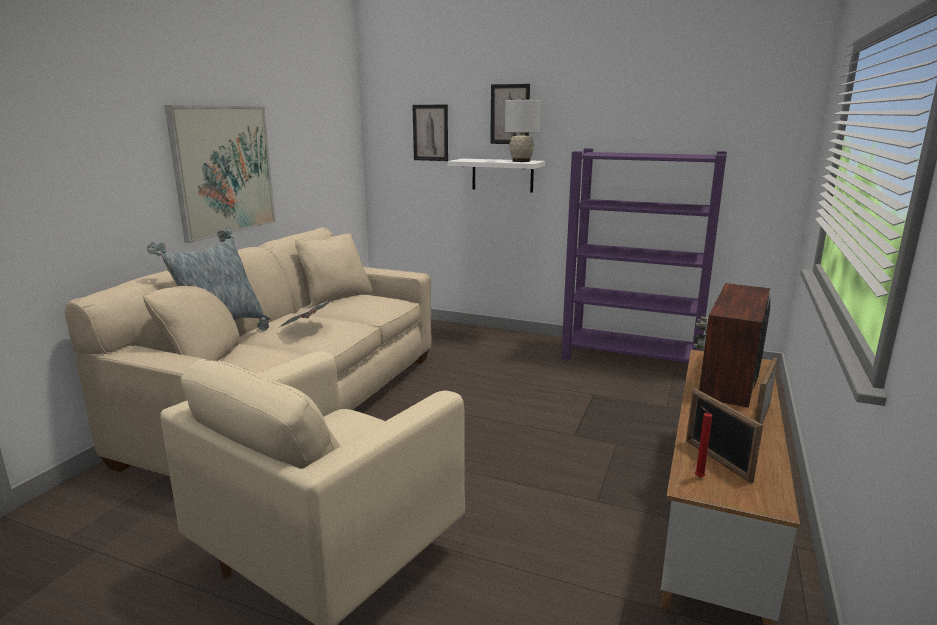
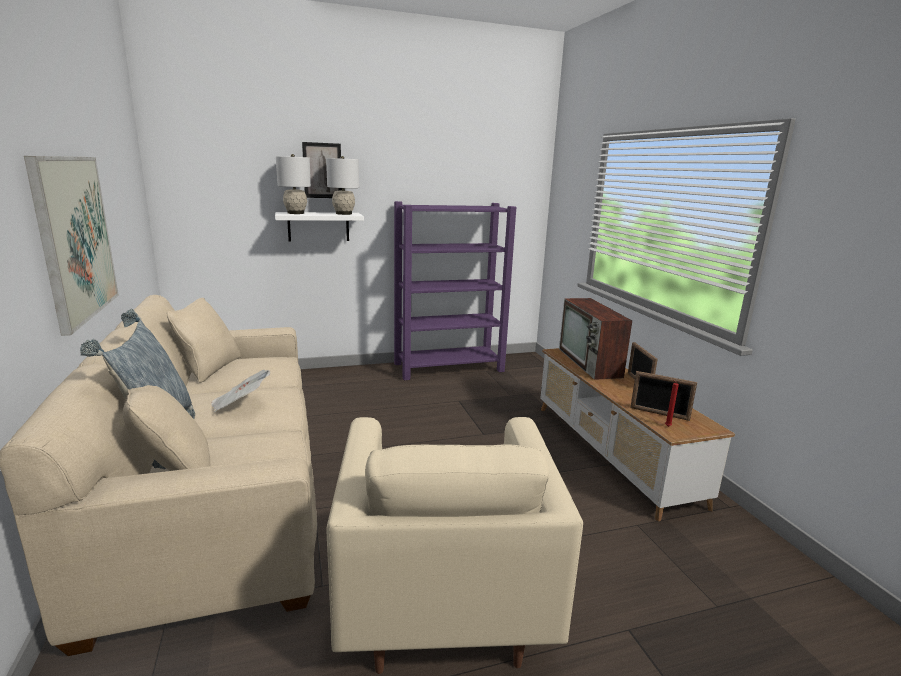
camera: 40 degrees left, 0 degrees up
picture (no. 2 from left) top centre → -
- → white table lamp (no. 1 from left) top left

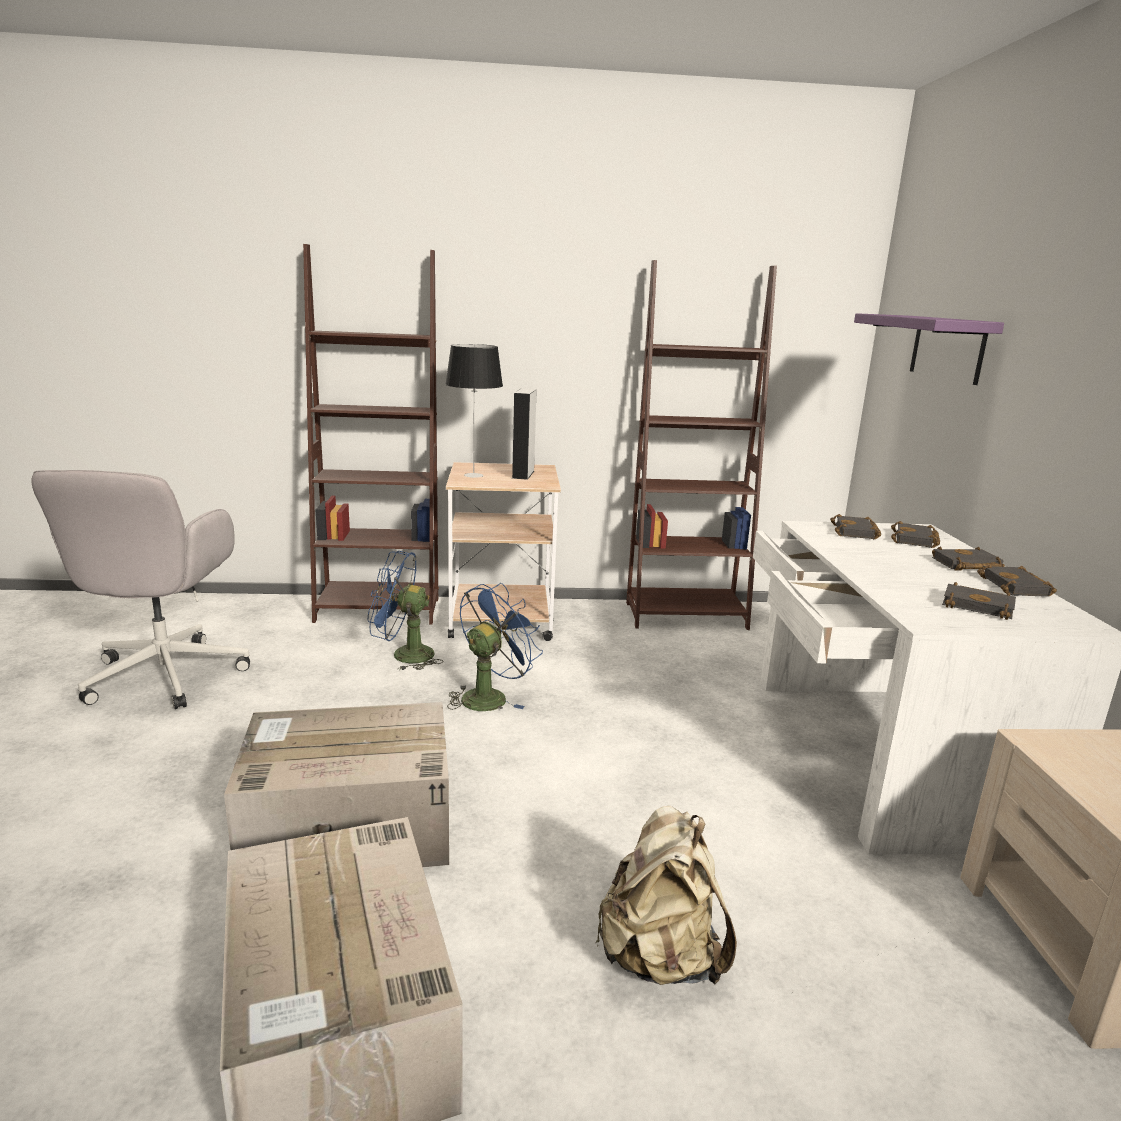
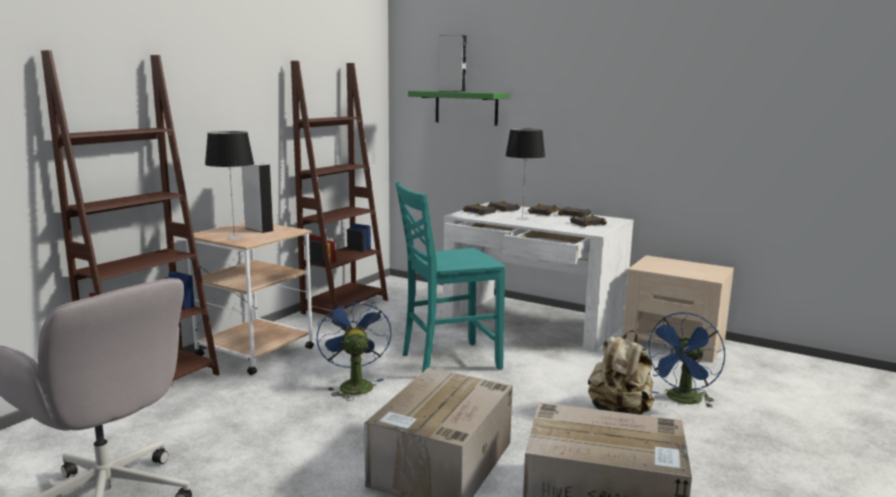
camera: 55 degrees left, 5 degrees down
purple shelf top right → green shelf top centre
blue fan (no. 1 from left in the first image) centre → blue fan (no. 2 from left) bottom right, shifted
- → grey speaker (no. 2 from left) top centre
- → table lamp (no. 2 from left) centre
- → turquoise chair centre

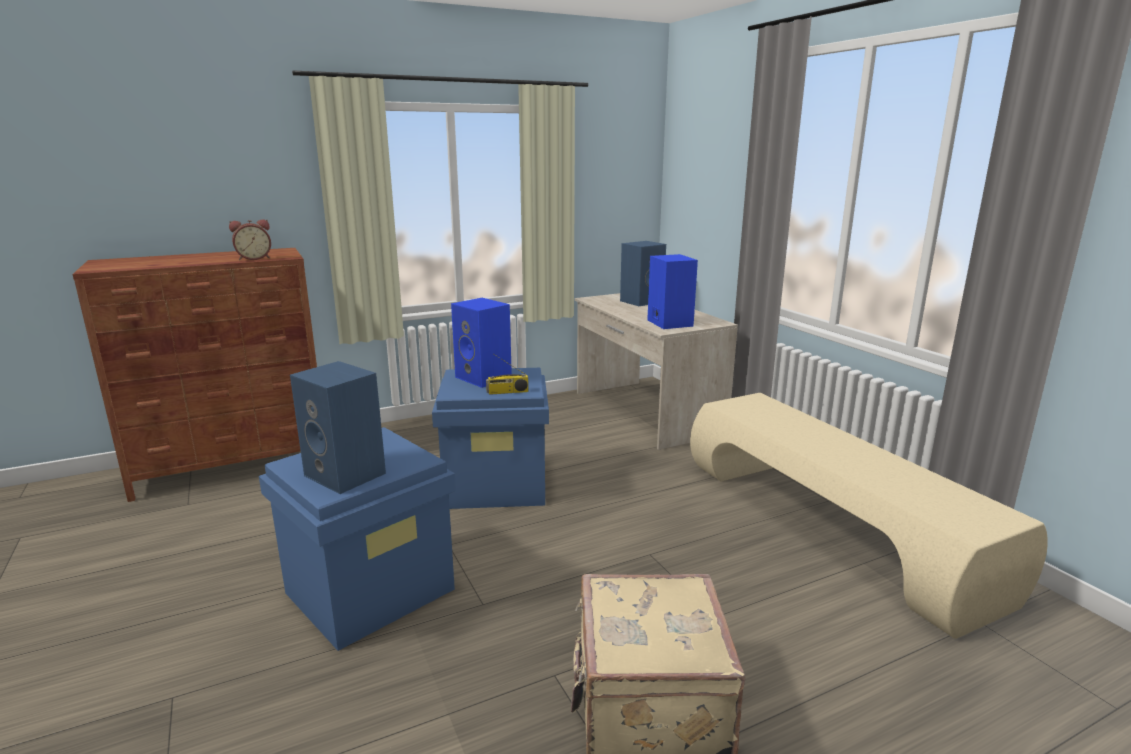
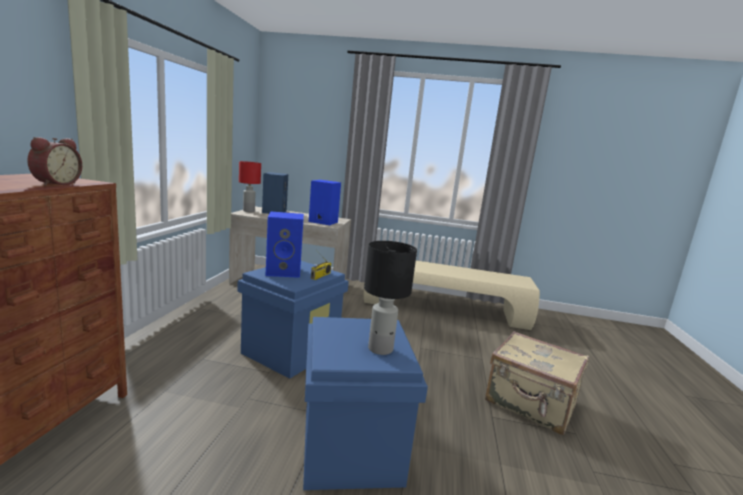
camera: 55 degrees left, 5 degrees down
blue speaker (no. 1 from left) middle left → black table lamp centre
- → red table lamp centre

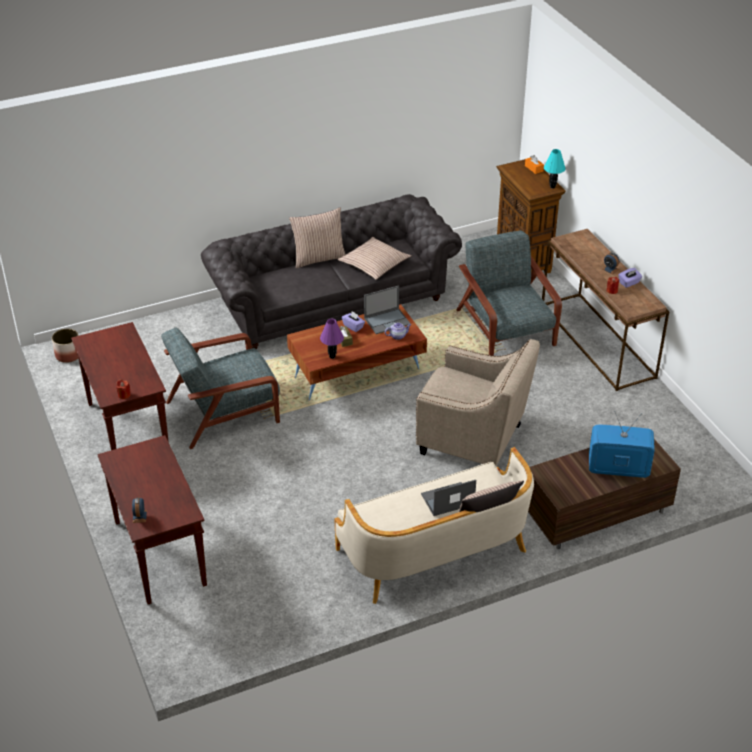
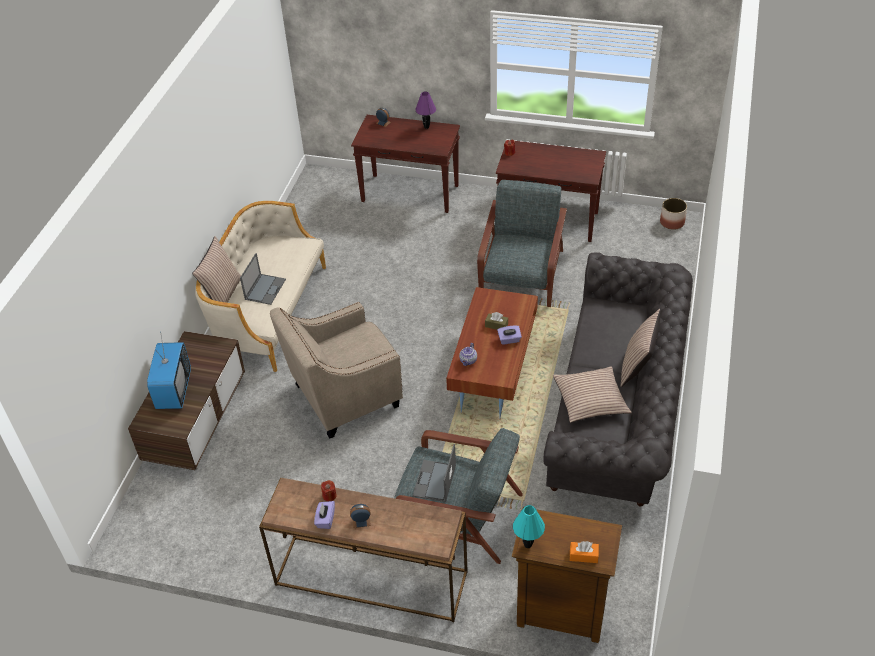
camera: 130 degrees right, 5 degrees up
laptop (no. 1 from left in the first image) centre → laptop (no. 2 from left) bottom centre, shifted
purple table lamp centre → purple table lamp top centre, shifted
television middle right → television middle left, 45 degrees counterclockwise

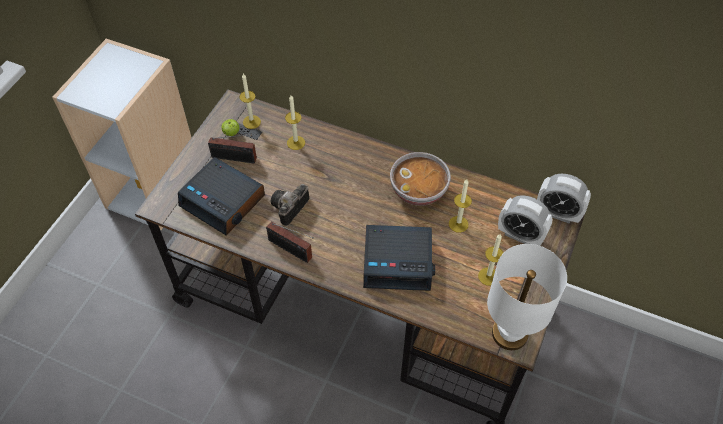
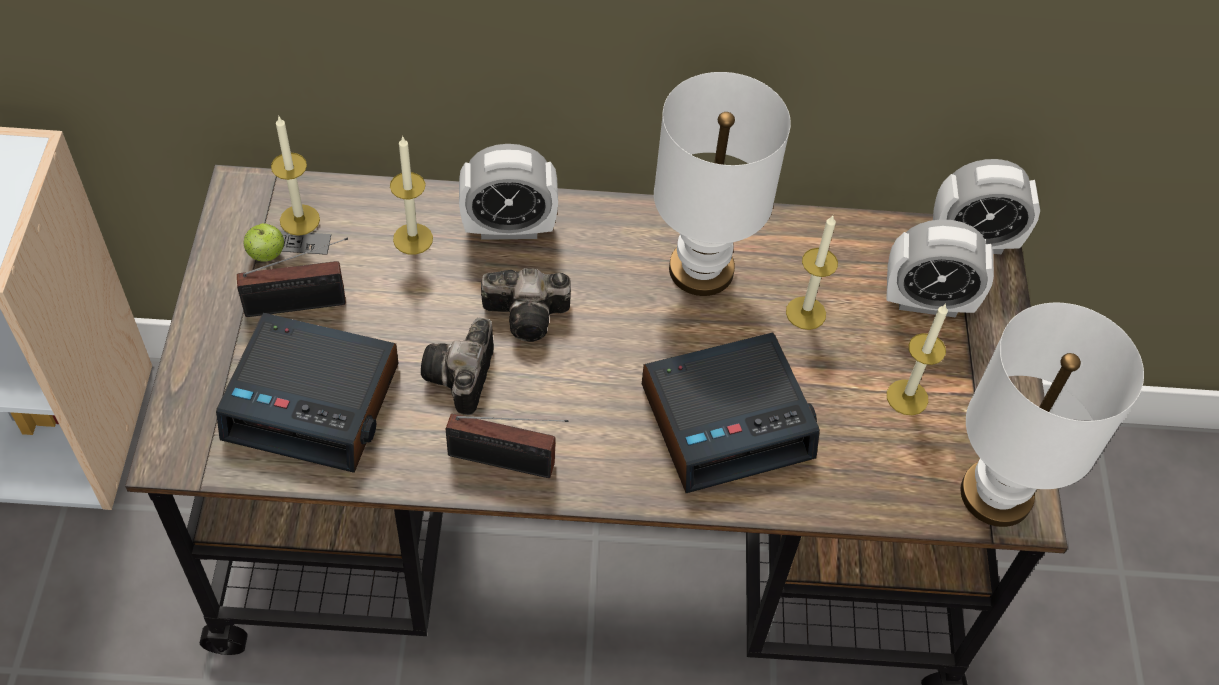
camera: 25 degrees left, 0 degrees up
bowl centre → white table lamp (no. 1 from left) top centre
- → alarm clock (no. 2 from left) top centre
- → photo camera (no. 2 from left) centre

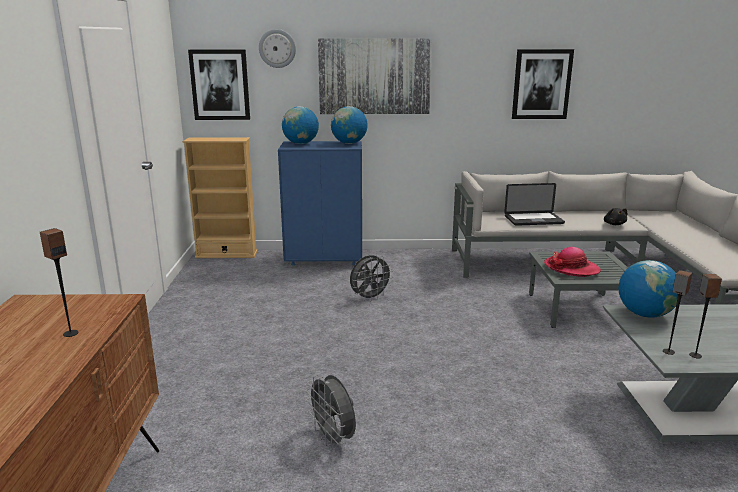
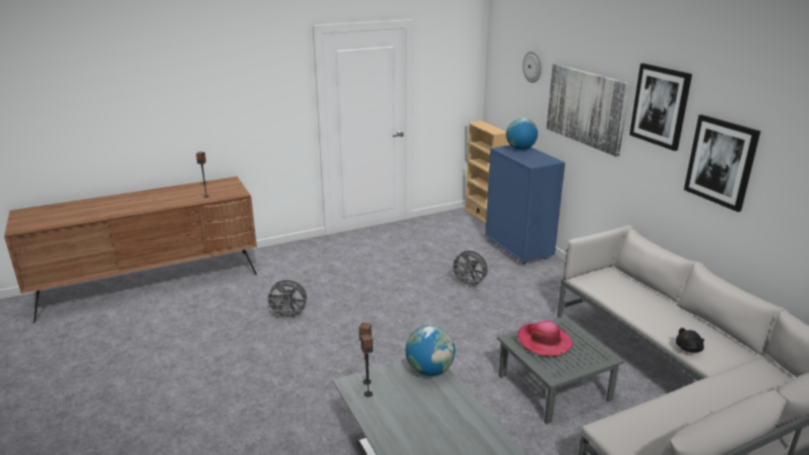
camera: 65 degrees right, 5 degrees up
picture (no. 1 from left in the first image) top left → picture (no. 2 from left) top right, shifted
globe (no. 2 from left) top centre → -
laptop middle right → -
grey fan (no. 1 from left) bottom centre → grey fan (no. 1 from left) centre, 120 degrees counterclockwise

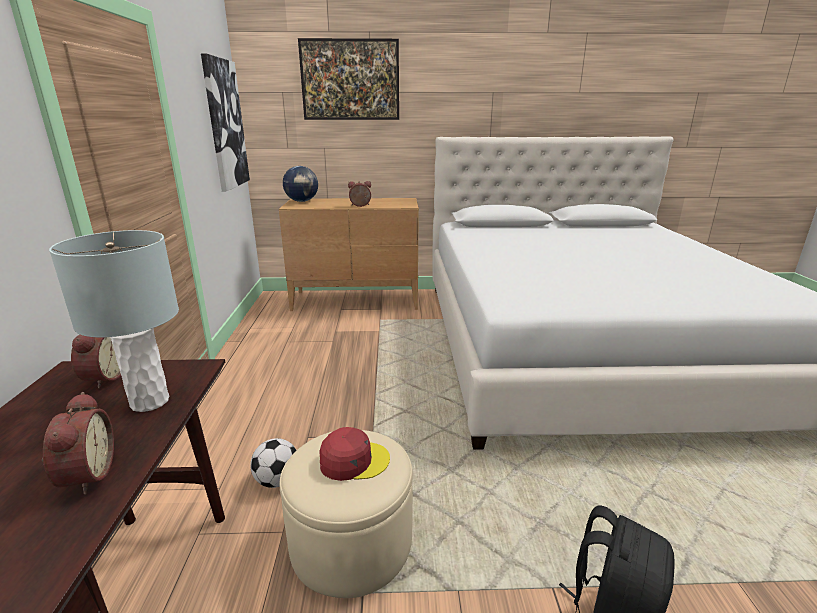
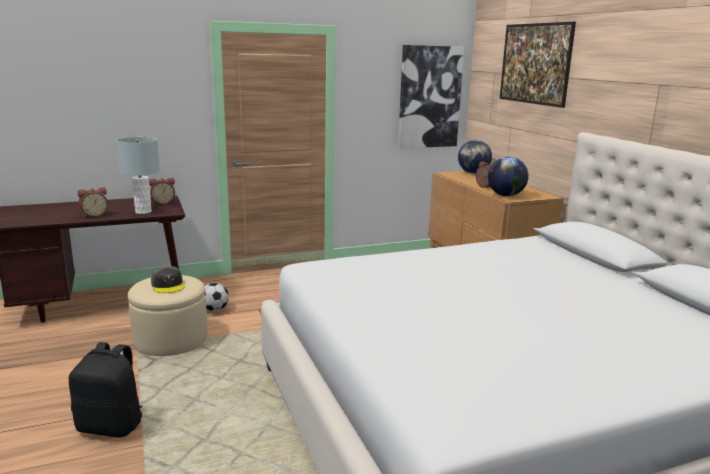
camera: 70 degrees right, 5 degrees down
red cap bottom centre → grey cap middle left
- → globe (no. 2 from left) middle right

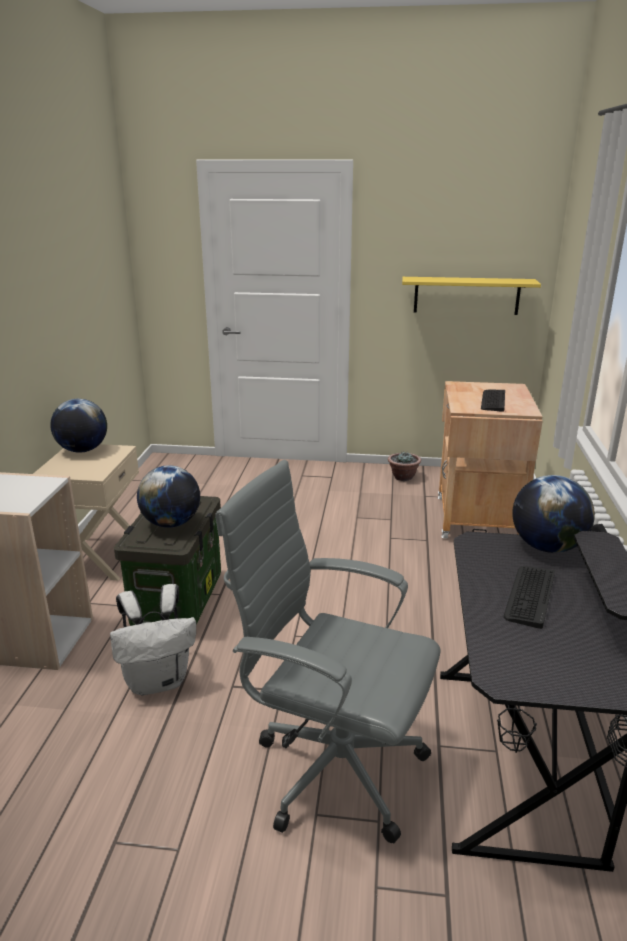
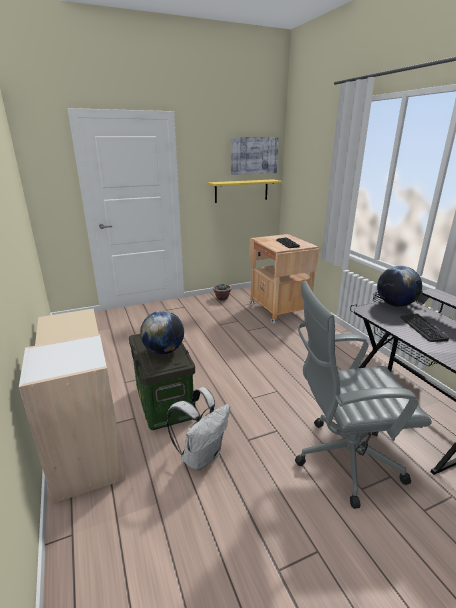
camera: 30 degrees left, 0 degrees up
globe (no. 1 from left) middle left → -
- → picture top centre

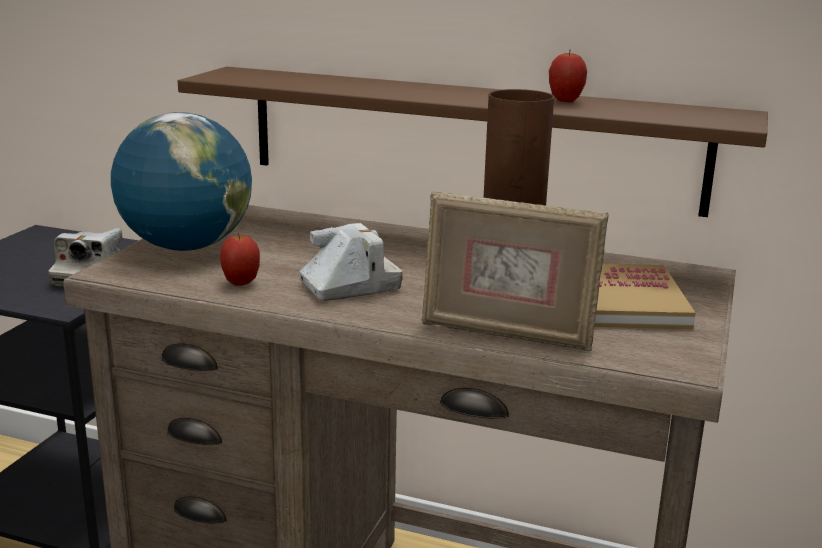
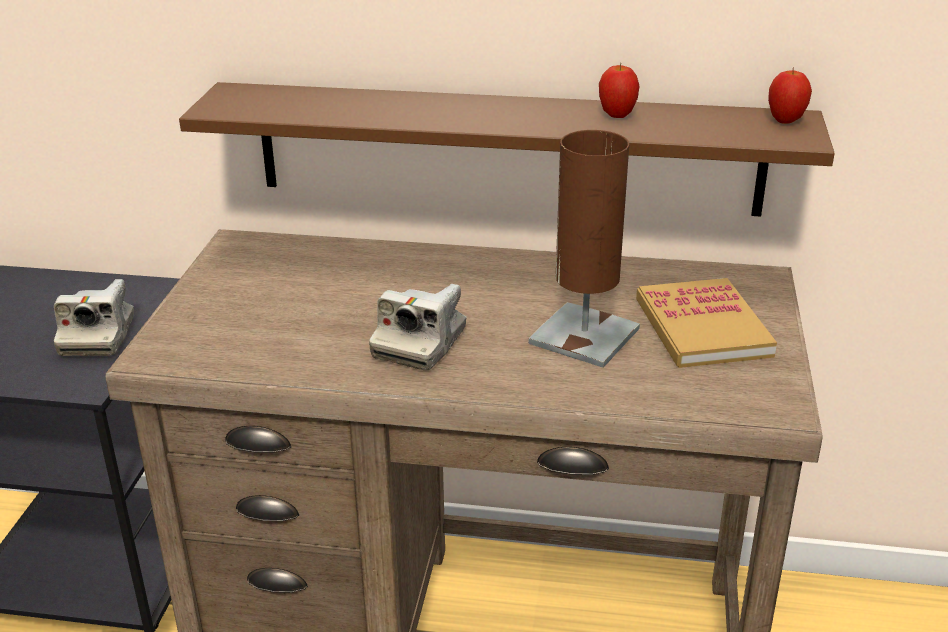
camera: 10 degrees left, 10 degrees up
globe top left → -
picture frame centre → -
photo camera (no. 2 from left) centre, 150 degrees clockwise
apple (no. 1 from left in the first image) middle left → apple (no. 2 from left) top right, shifted

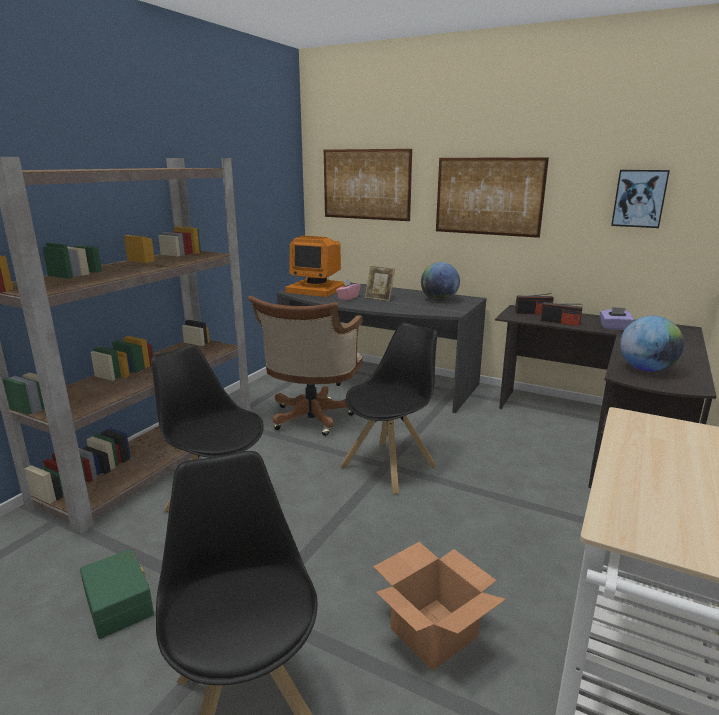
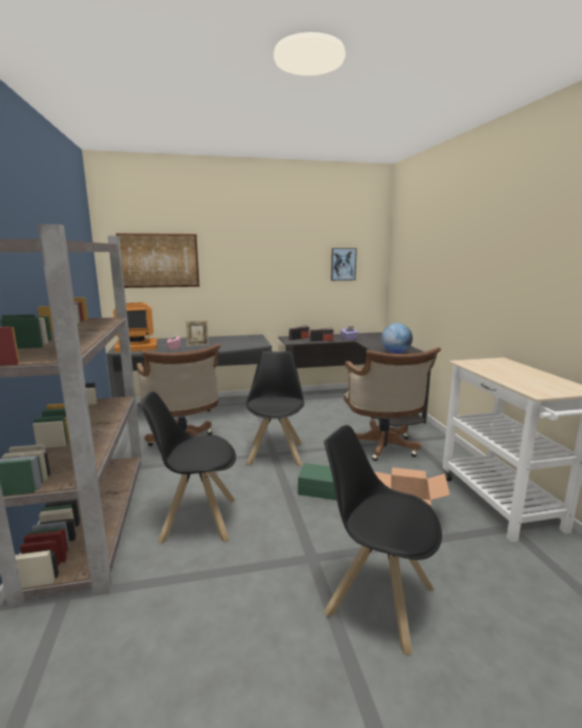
camera: 40 degrees left, 5 degrees down
picture (no. 2 from left) top right → -
globe (no. 1 from left) centre → -
green storage box bottom left → green storage box centre, shifted
- → office chair (no. 2 from left) middle right

